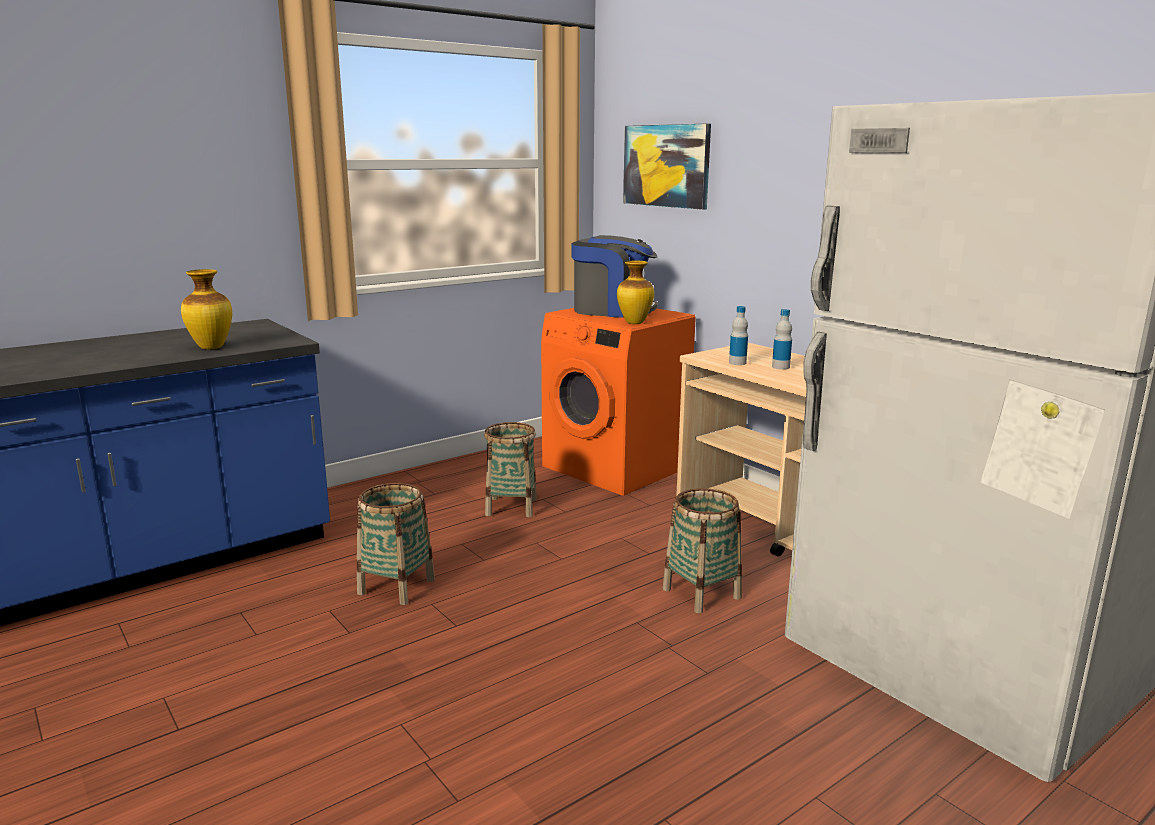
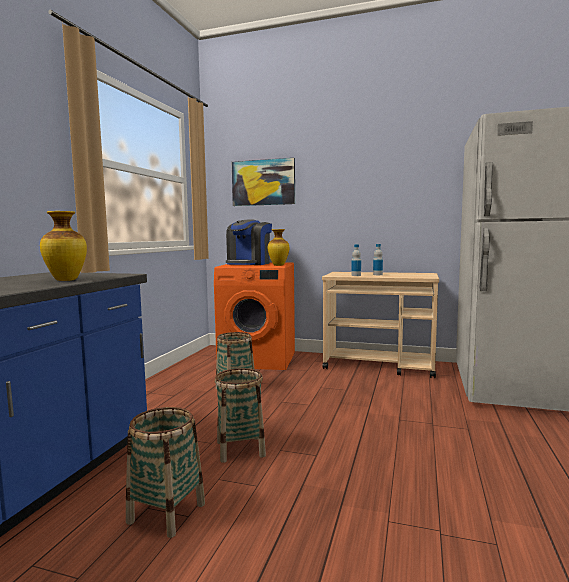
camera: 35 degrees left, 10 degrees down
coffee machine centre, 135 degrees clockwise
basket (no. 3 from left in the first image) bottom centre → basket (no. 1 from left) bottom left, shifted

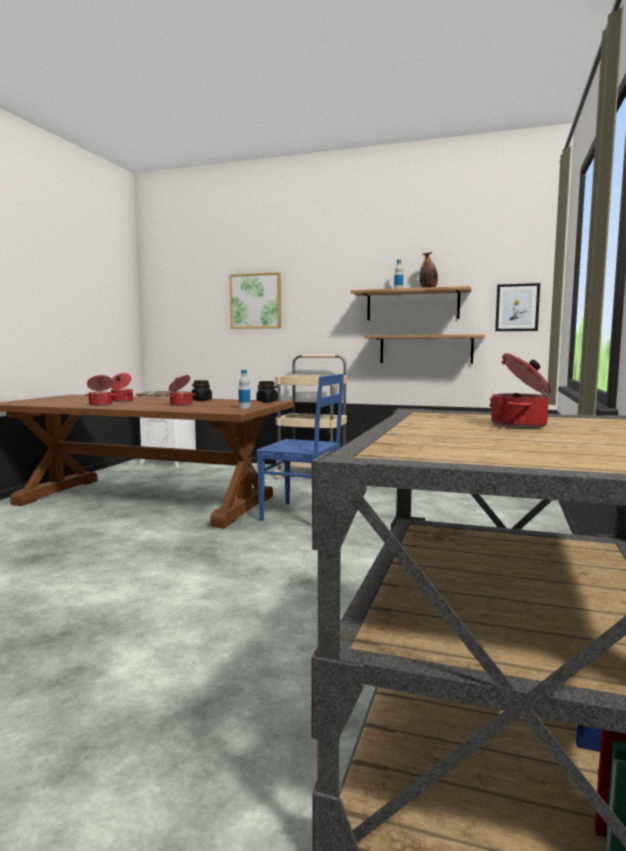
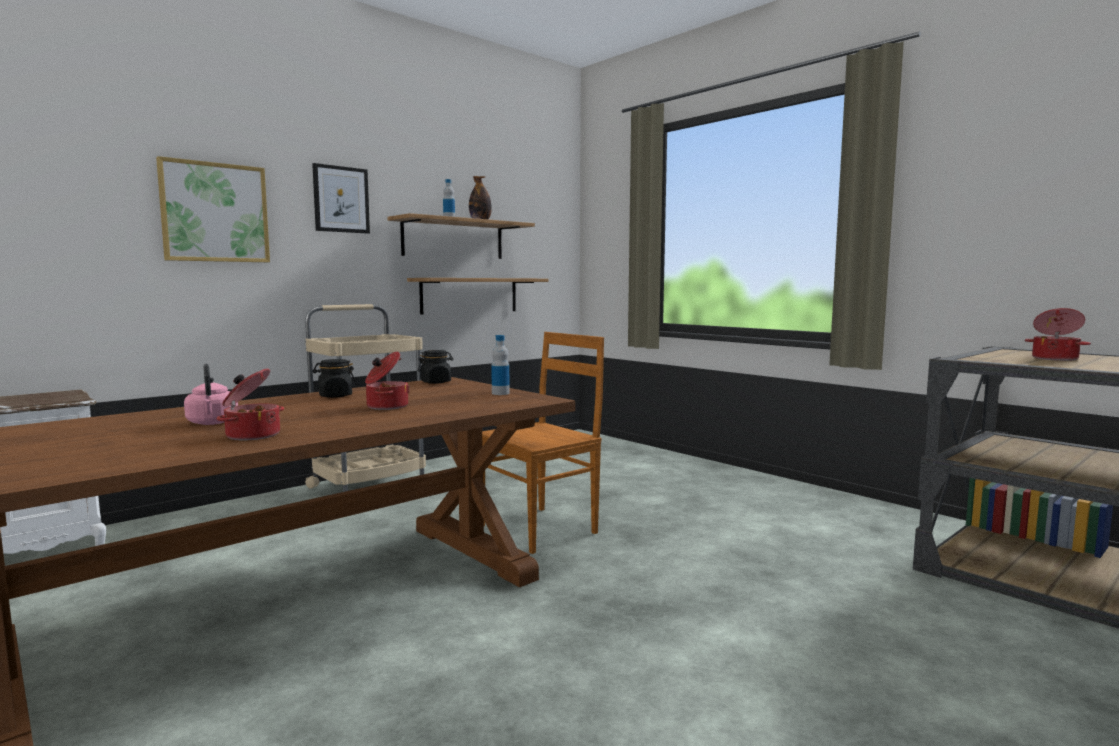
camera: 60 degrees left, 0 degrees up
picture (no. 2 from left) middle right → picture (no. 2 from left) top left, shifted
cooking pot (no. 2 from left) middle left → pink kettle middle left
blue chair centre → brown chair centre

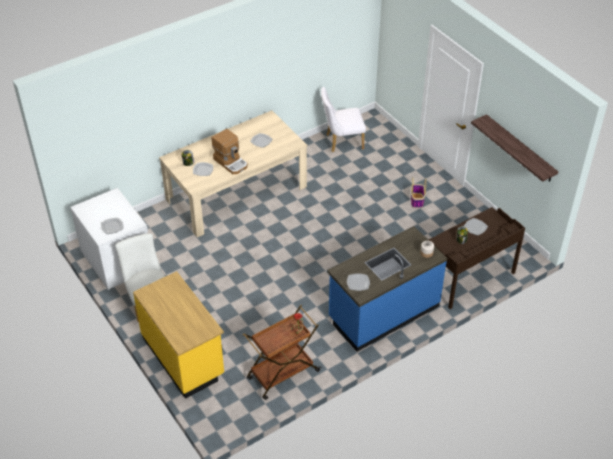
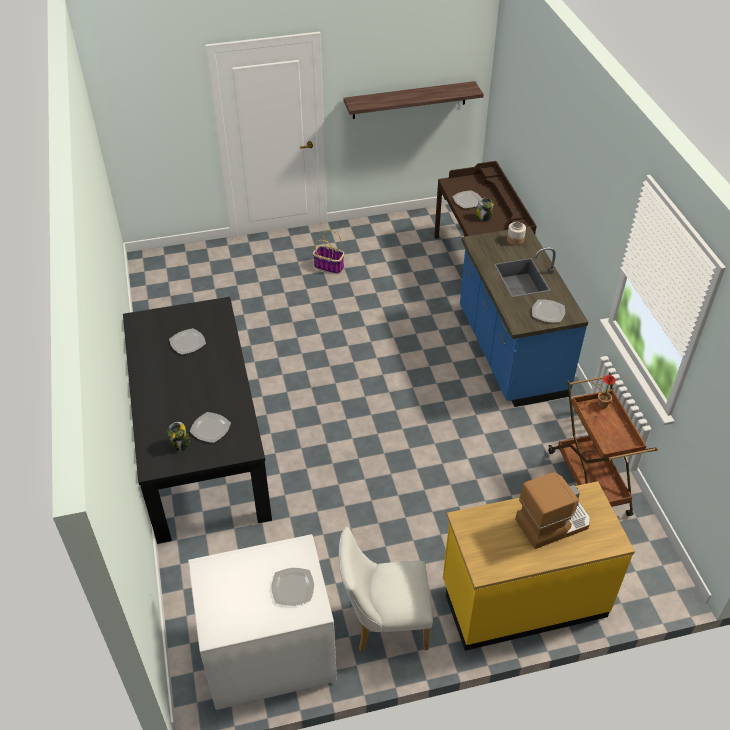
camera: 70 degrees left, 0 degrees up
white chair (no. 2 from left) top centre → -
beige dining table centre → black dining table middle left
coffee machine top centre → coffee machine bottom right, shifted

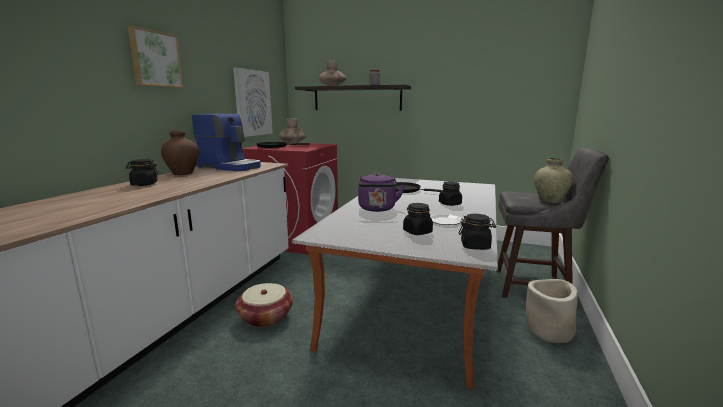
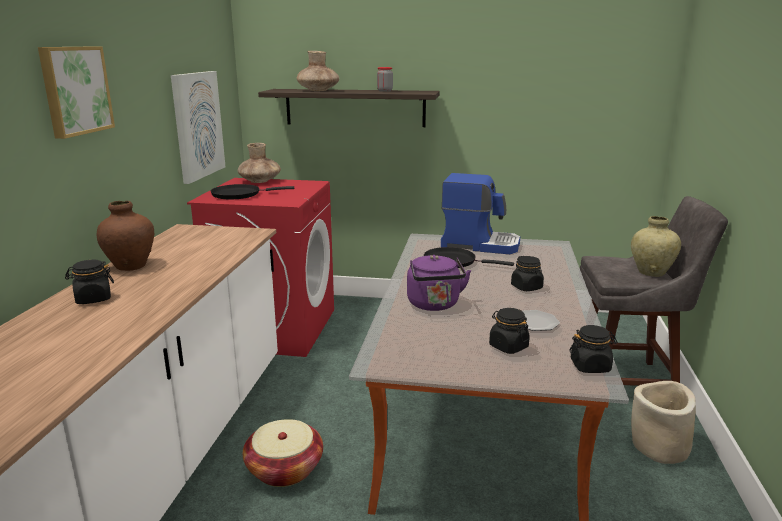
camera: 10 degrees left, 5 degrees up
coffee machine middle left → coffee machine centre, shifted

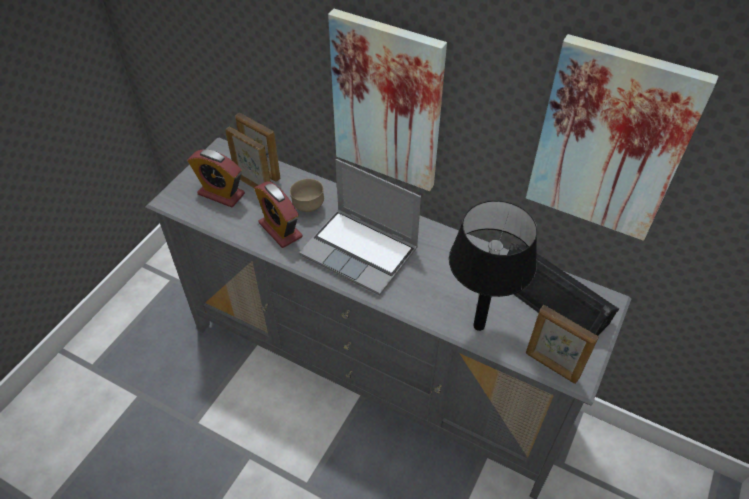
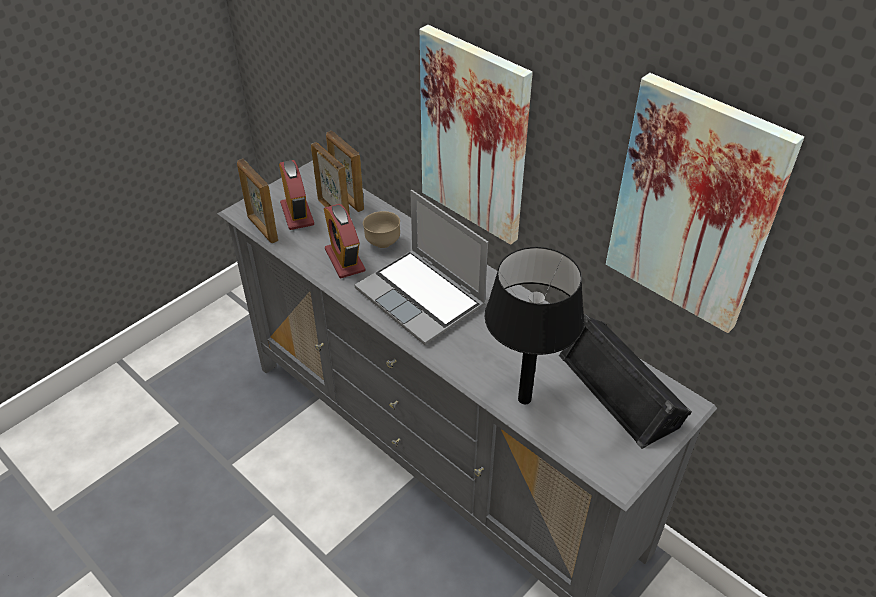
camera: 15 degrees right, 5 degrees down
alarm clock (no. 1 from left) middle left → alarm clock (no. 1 from left) top centre, 150 degrees counterclockwise
picture frame (no. 3 from left in the first image) bottom right → picture frame (no. 1 from left) middle left, shifted

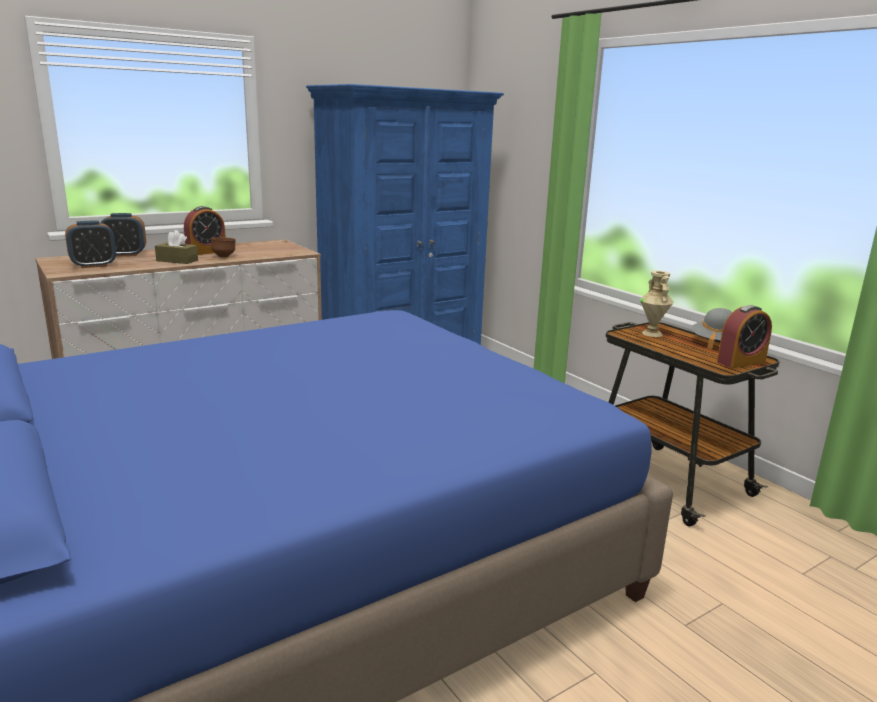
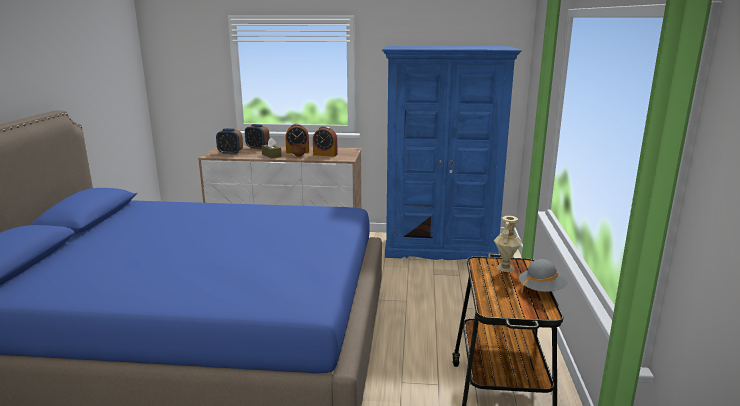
camera: 40 degrees right, 0 degrees up
alarm clock (no. 4 from left) middle right → alarm clock (no. 4 from left) centre, shifted

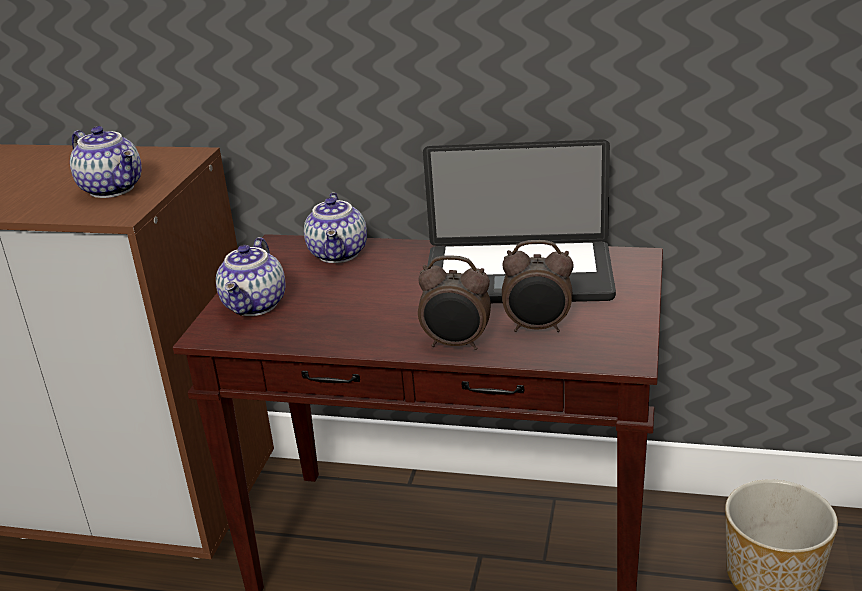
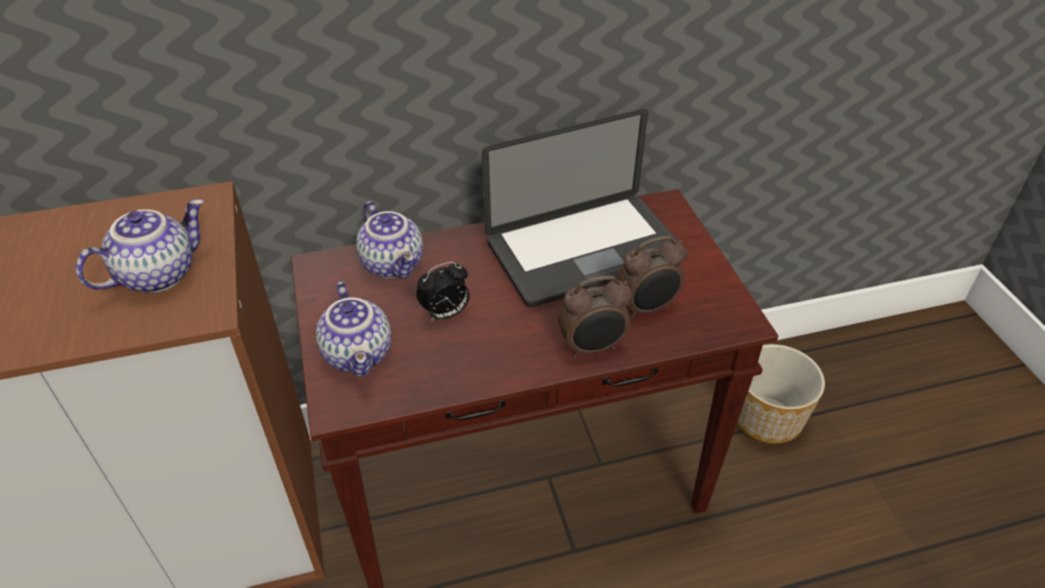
camera: 30 degrees left, 15 degrees up
teapot (no. 1 from left) top left → teapot (no. 1 from left) middle left, 60 degrees counterclockwise
- → alarm clock (no. 1 from left) centre

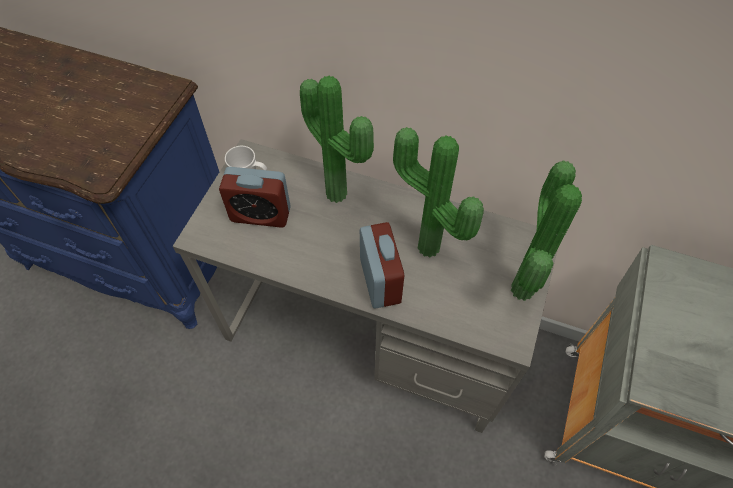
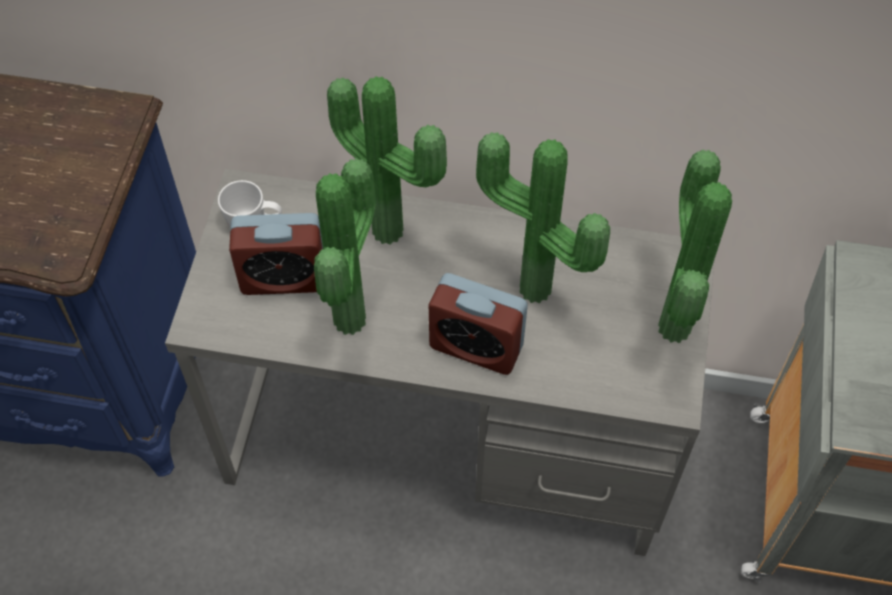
camera: 10 degrees left, 0 degrees up
alarm clock (no. 2 from left) centre, 135 degrees clockwise
- → potted plant (no. 1 from left) centre

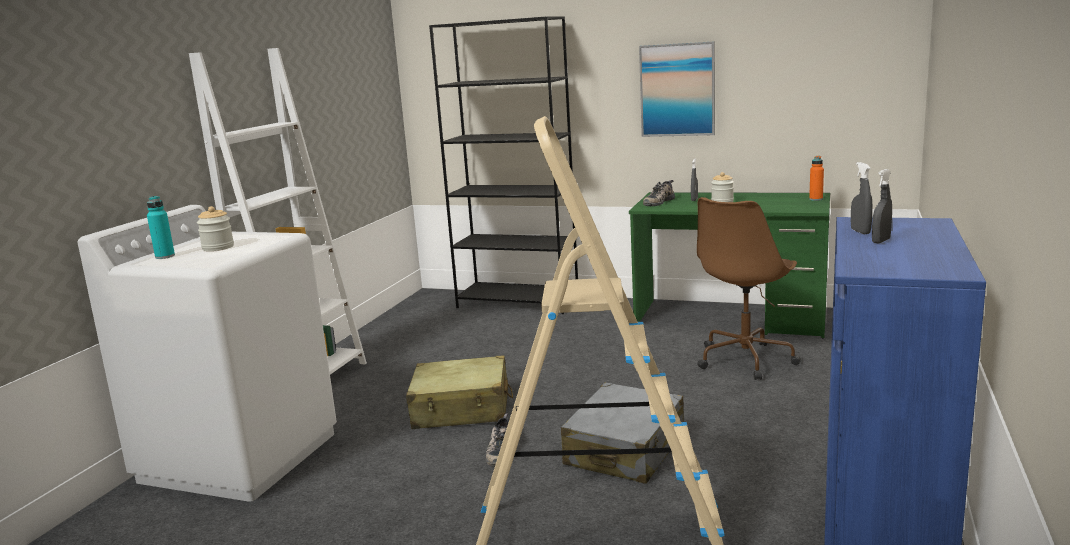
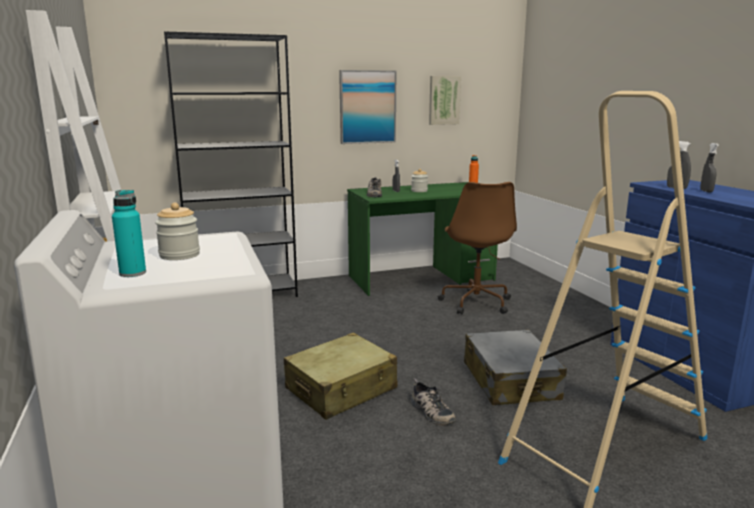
camera: 40 degrees left, 0 degrees up
- → picture (no. 2 from left) top centre

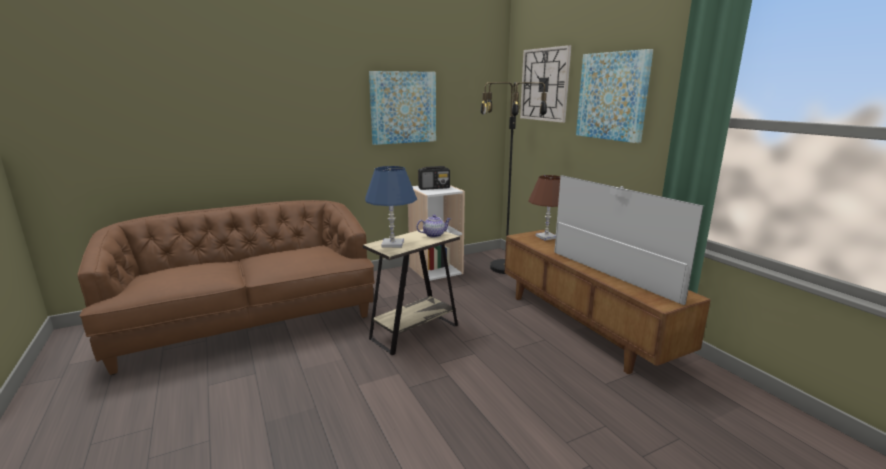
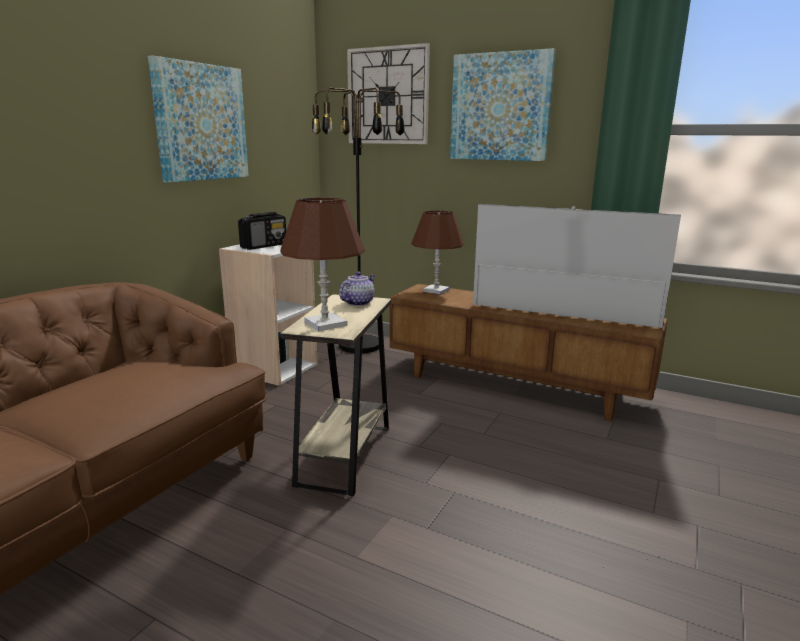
camera: 35 degrees left, 0 degrees up
blue table lamp centre → brown table lamp (no. 1 from left) centre

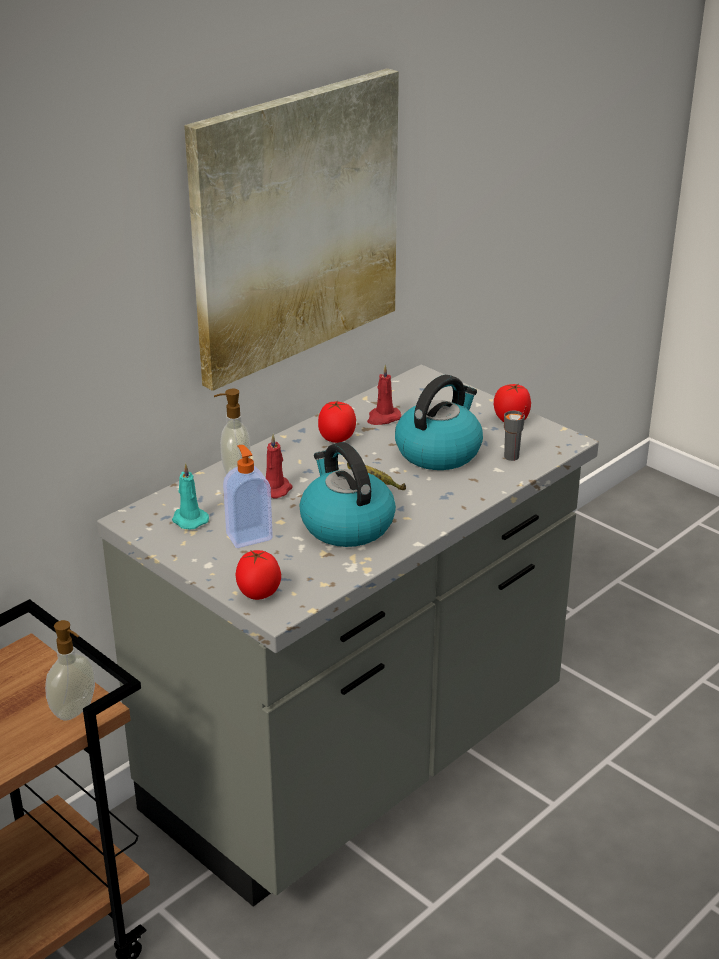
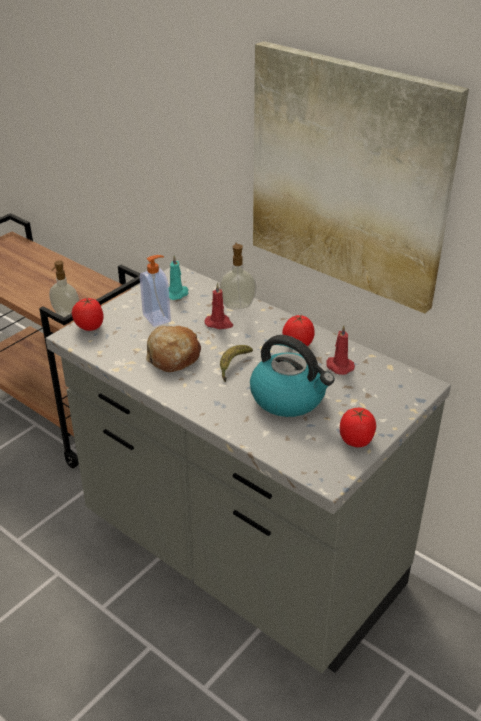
camera: 85 degrees right, 5 degrees up
grey cup middle right → -
kettle (no. 1 from left) centre → bread centre

